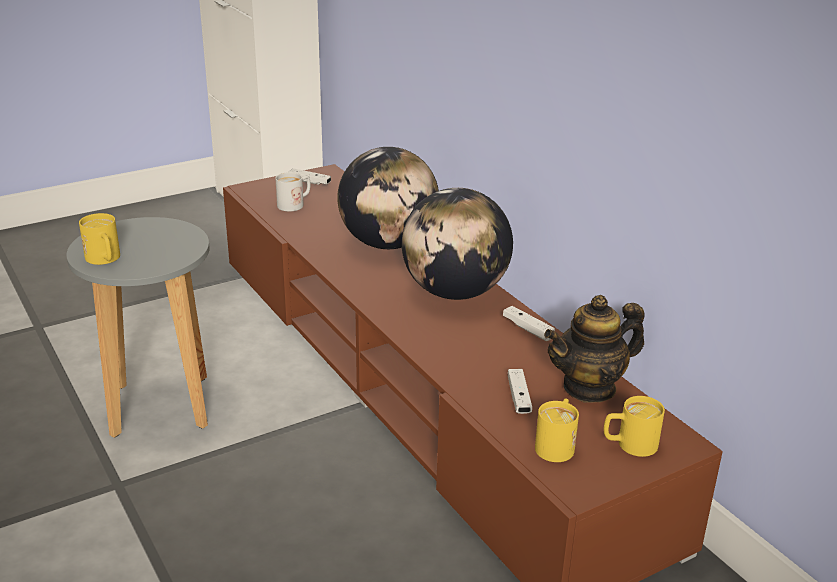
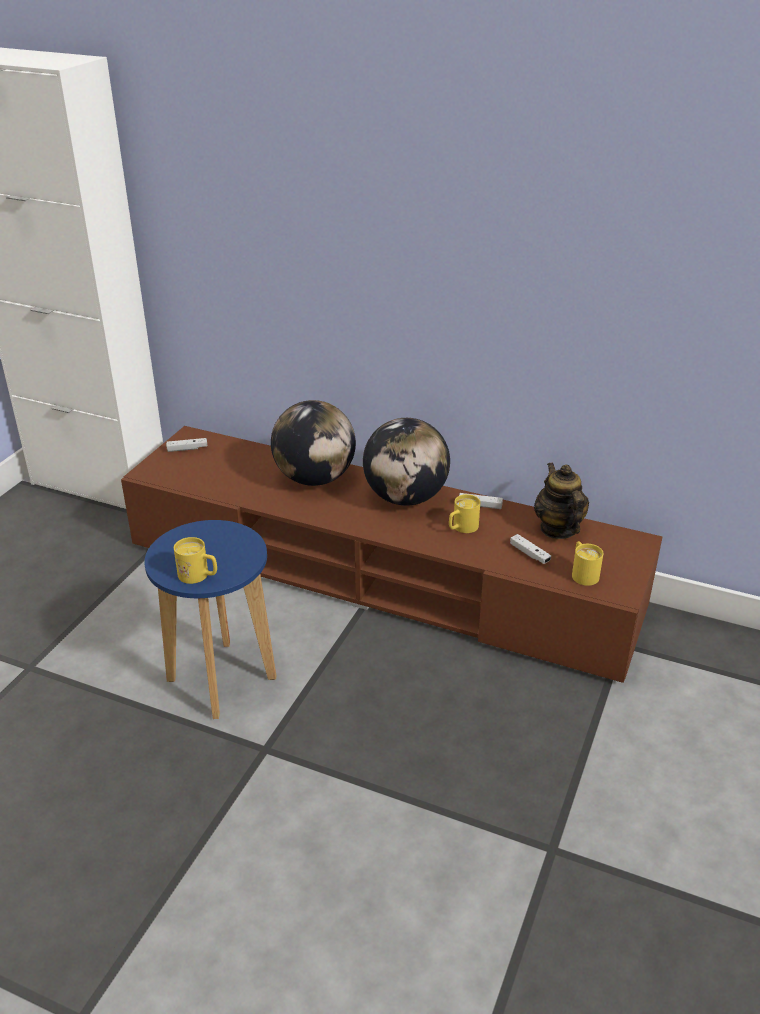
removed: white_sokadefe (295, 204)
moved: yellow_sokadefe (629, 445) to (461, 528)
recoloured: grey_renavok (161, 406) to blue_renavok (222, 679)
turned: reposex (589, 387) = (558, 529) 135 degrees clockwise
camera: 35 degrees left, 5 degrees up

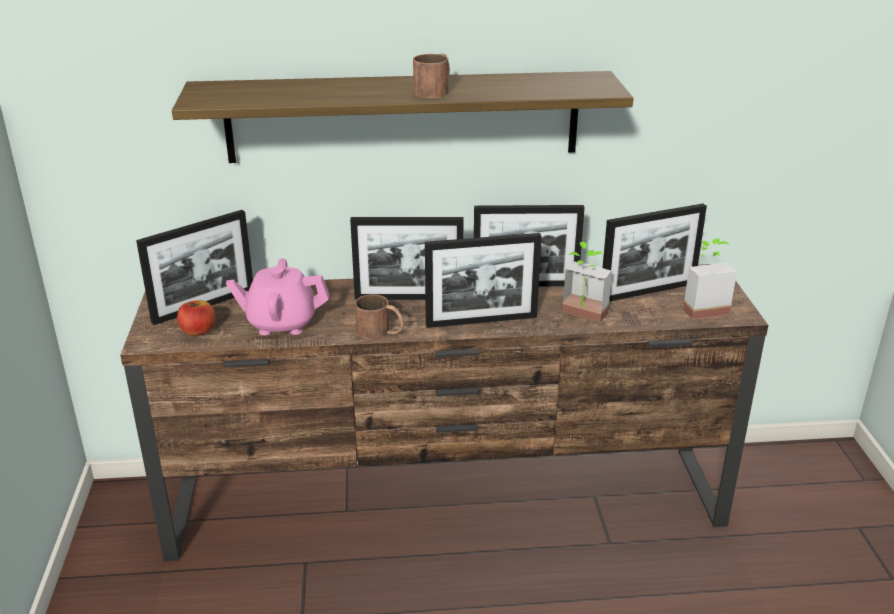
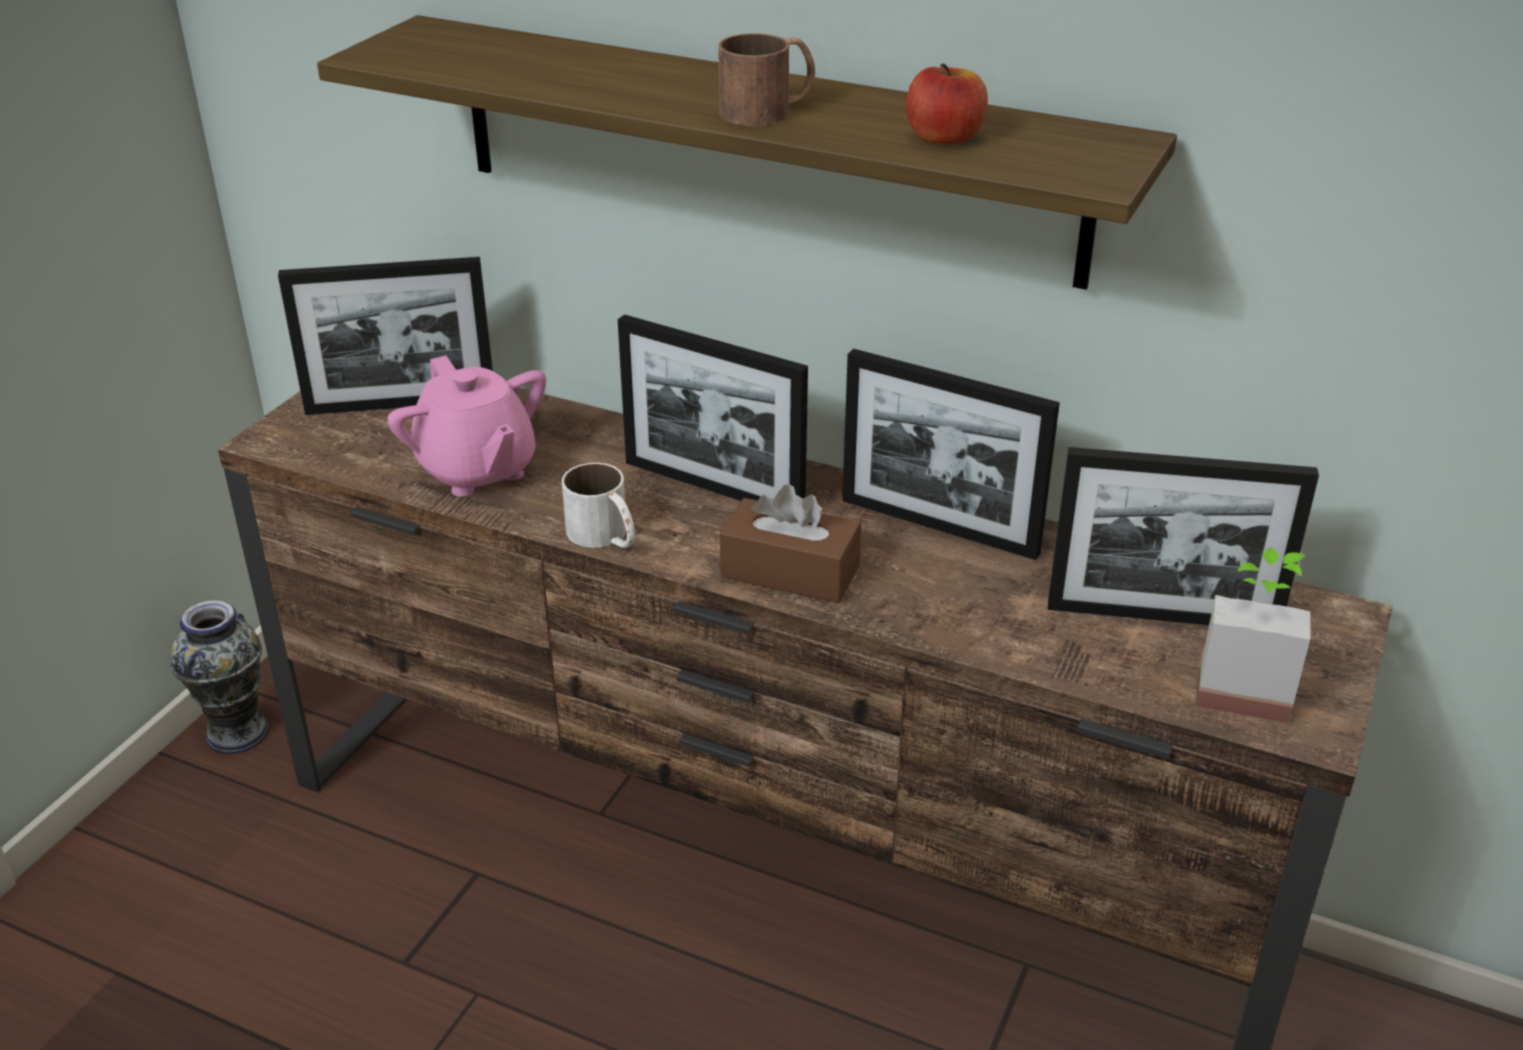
removed: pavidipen (581, 316)
added: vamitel (238, 733)
moved: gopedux (198, 331) to (944, 138)
replaced: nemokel (481, 321) to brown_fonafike (790, 571)
recoloured: brown_sokadefe (380, 332) to white_sokadefe (606, 536)
turned: pink_reposex (281, 323) = (477, 470) 150 degrees counterclockwise
camera: 30 degrees right, 5 degrees up

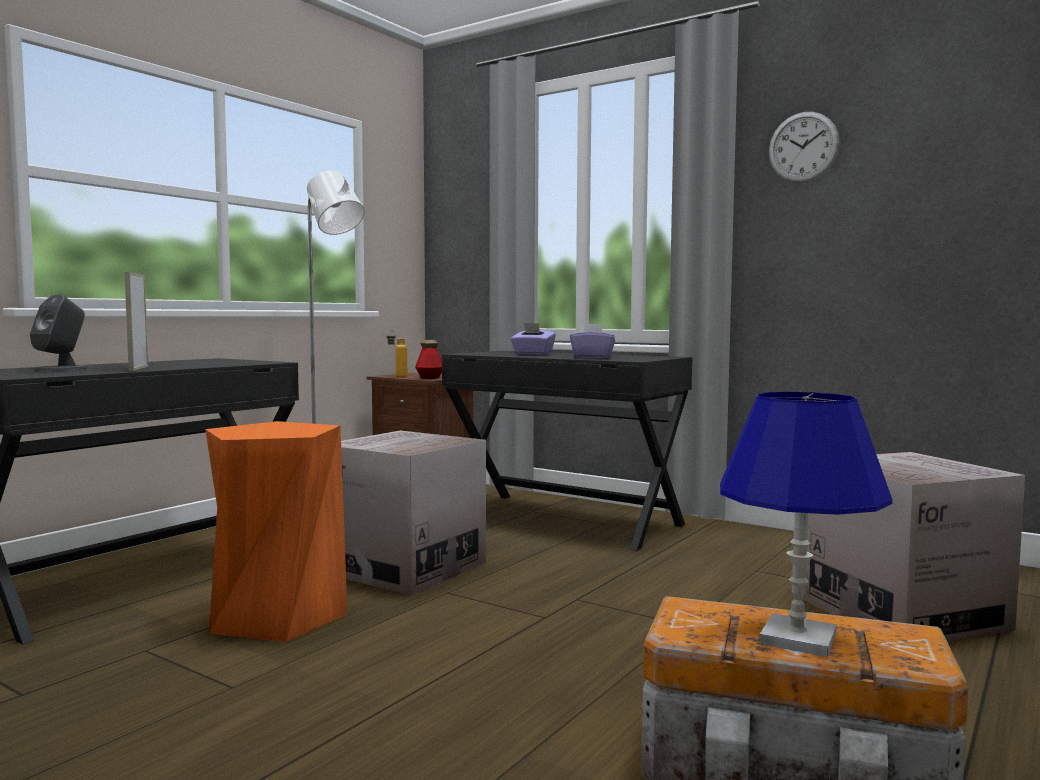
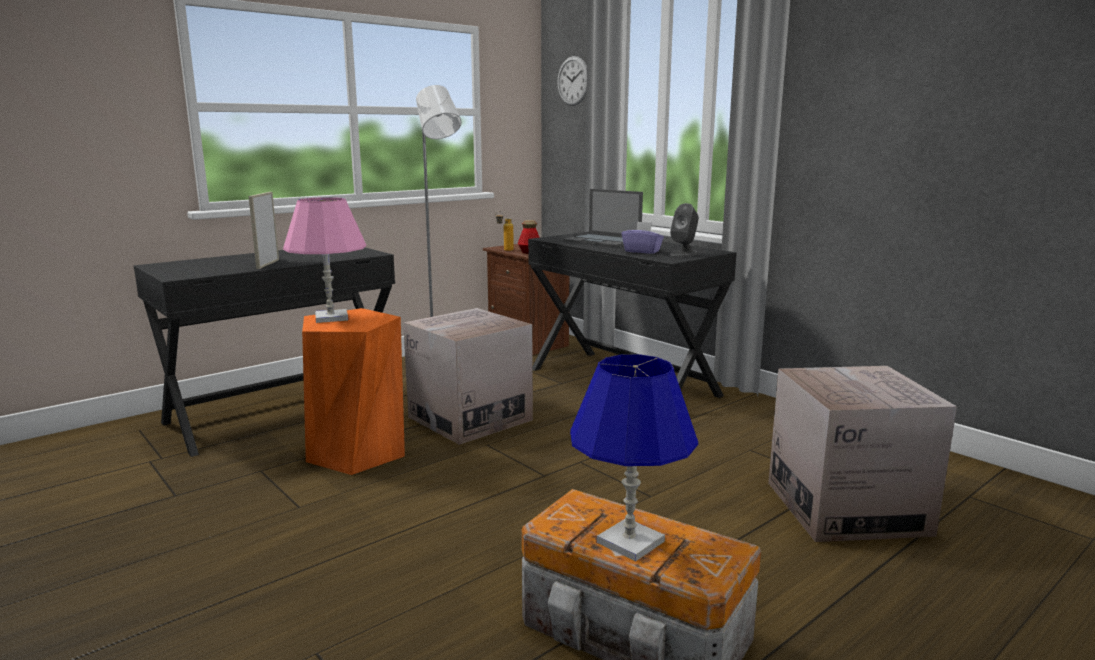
added: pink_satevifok (331, 318)
moved: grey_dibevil (61, 369) to (684, 254); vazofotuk (803, 147) to (573, 81)
replaced: purple_fonafike (532, 354) to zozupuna (603, 241)
camera: 15 degrees right, 10 degrees up

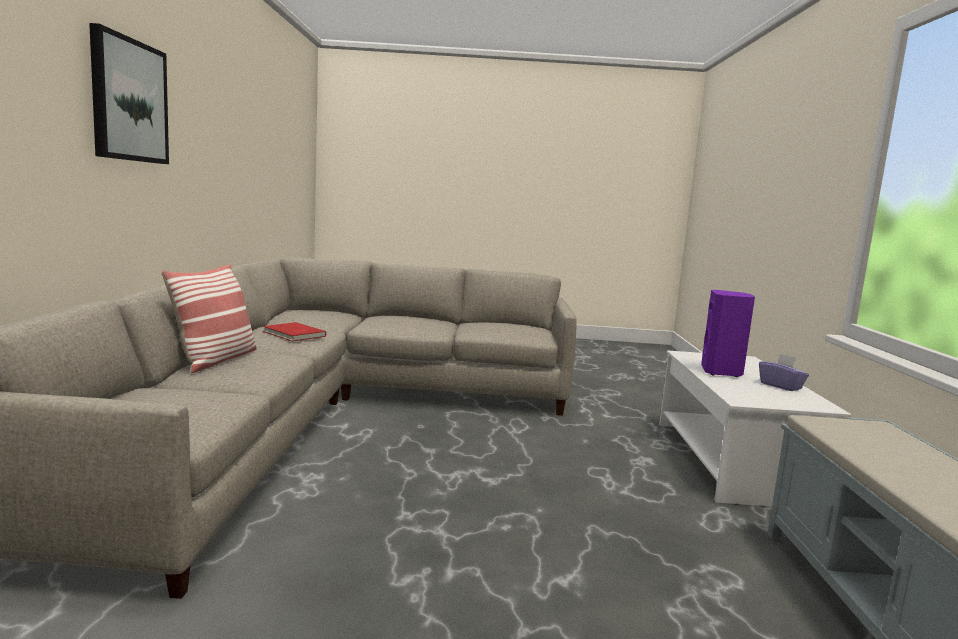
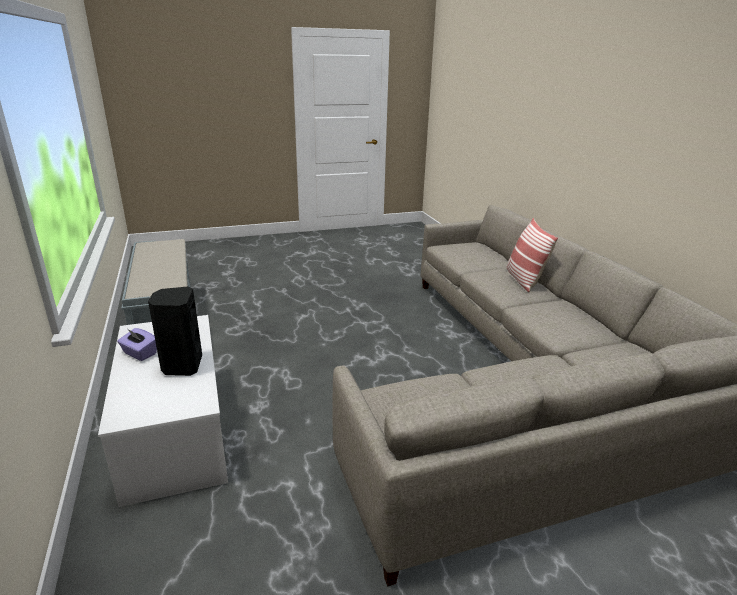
removed: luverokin (128, 100); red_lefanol (293, 334)
recoloured: purple_dibevil (722, 372) to black_dibevil (181, 366)
camera: 160 degrees right, 15 degrees up

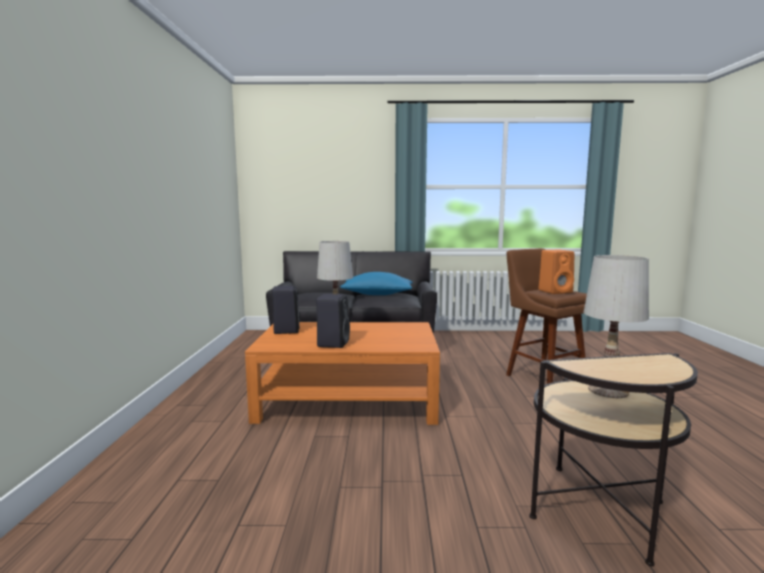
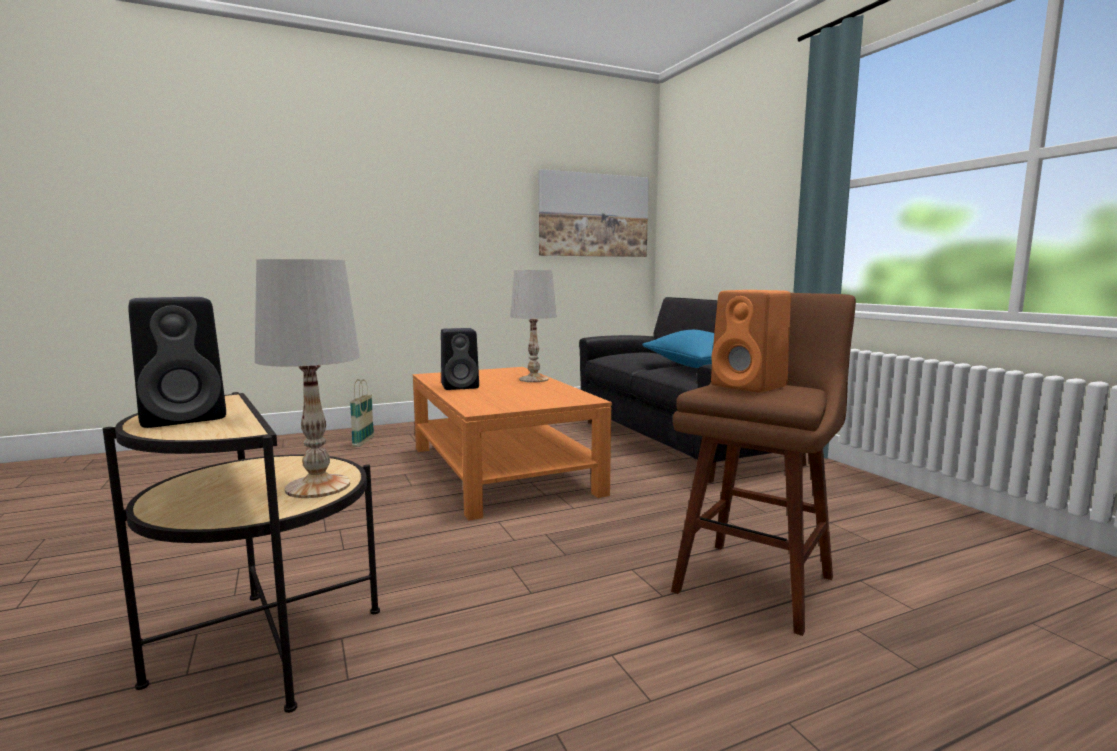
added: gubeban (363, 442); luverokin (593, 215)
moved: black_dibevil (286, 330) to (186, 417)
camera: 65 degrees right, 0 degrees up

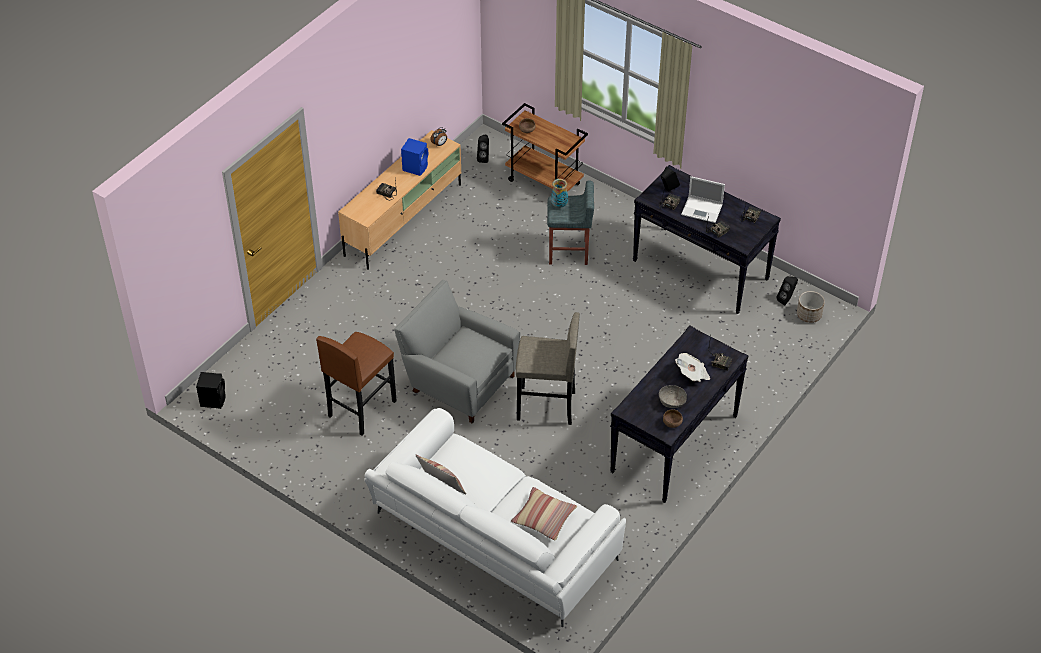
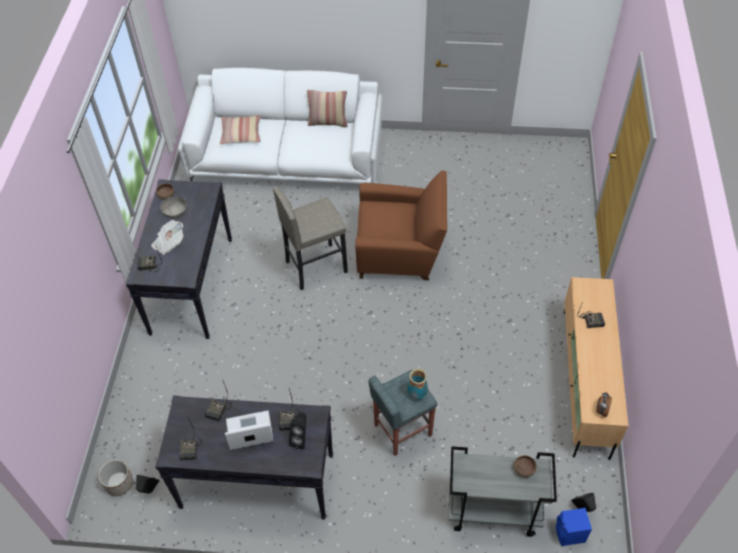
removed: black_dibevil (213, 399); brown_renavok (361, 408)
moved: blue_dibevil (415, 167) to (570, 535)
recoloured: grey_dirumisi (458, 381) to brown_dirumisi (400, 252); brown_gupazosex (545, 182) to grey_gupazosex (492, 512)
camera: 150 degrees right, 5 degrees up

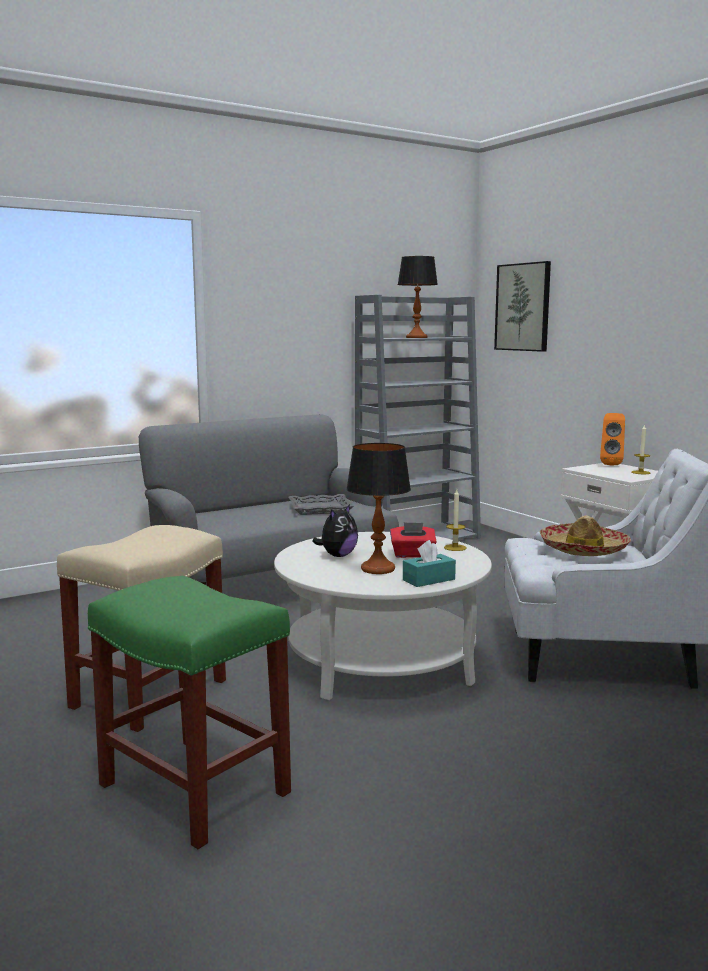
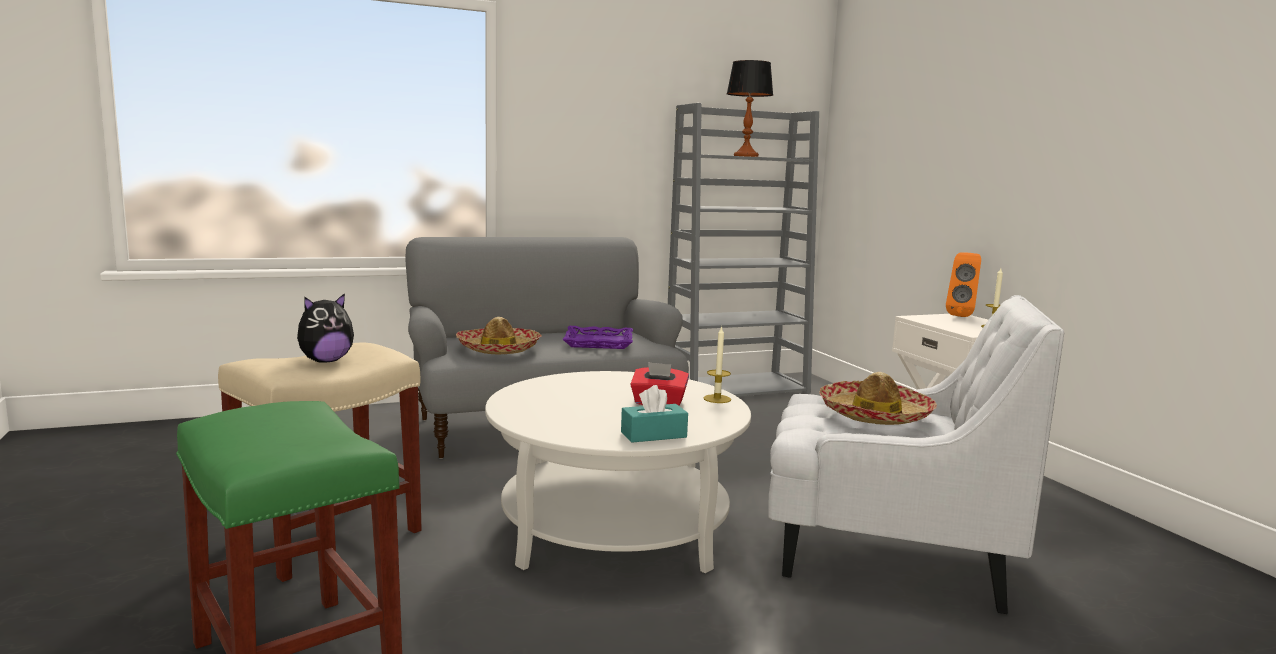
removed: satevifok (378, 569); luverokin (523, 307)
added: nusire (499, 349)
moved: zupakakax (337, 555) to (325, 361)
recoloured: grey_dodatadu (320, 509) to purple_dodatadu (598, 343)
camera: 10 degrees right, 0 degrees up

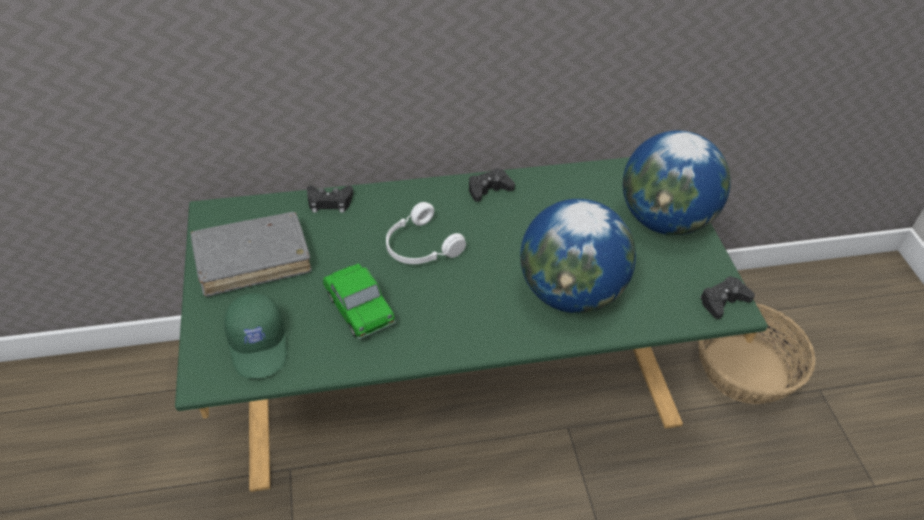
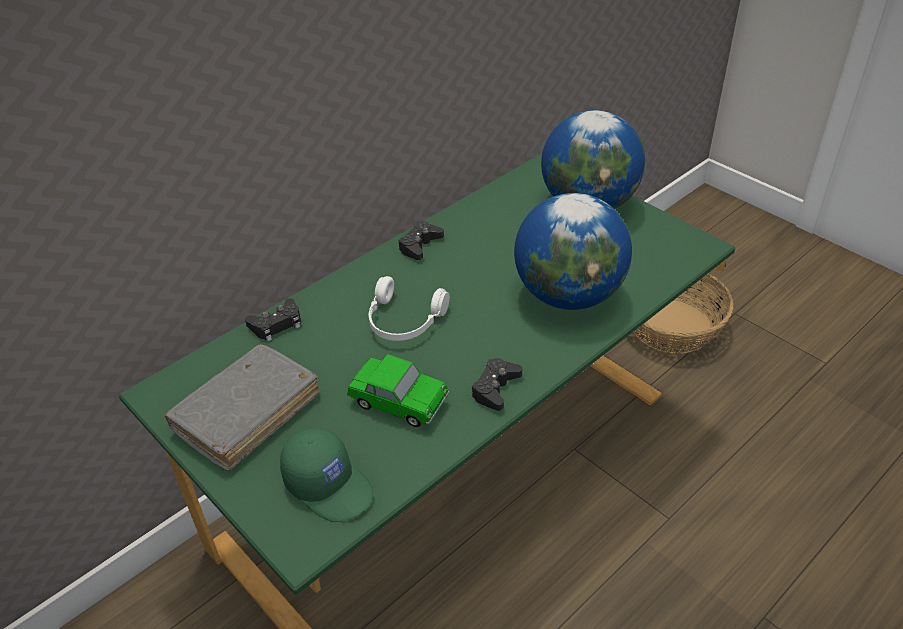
moved: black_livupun (723, 301) to (495, 388)
camera: 30 degrees left, 5 degrees down

